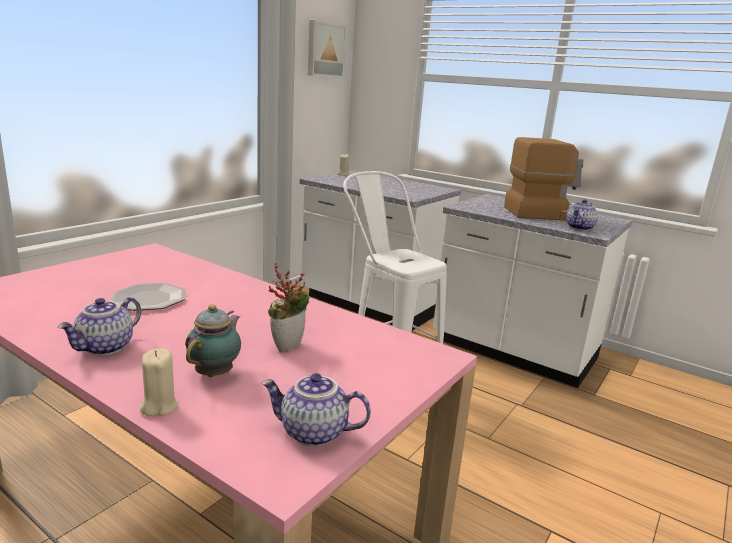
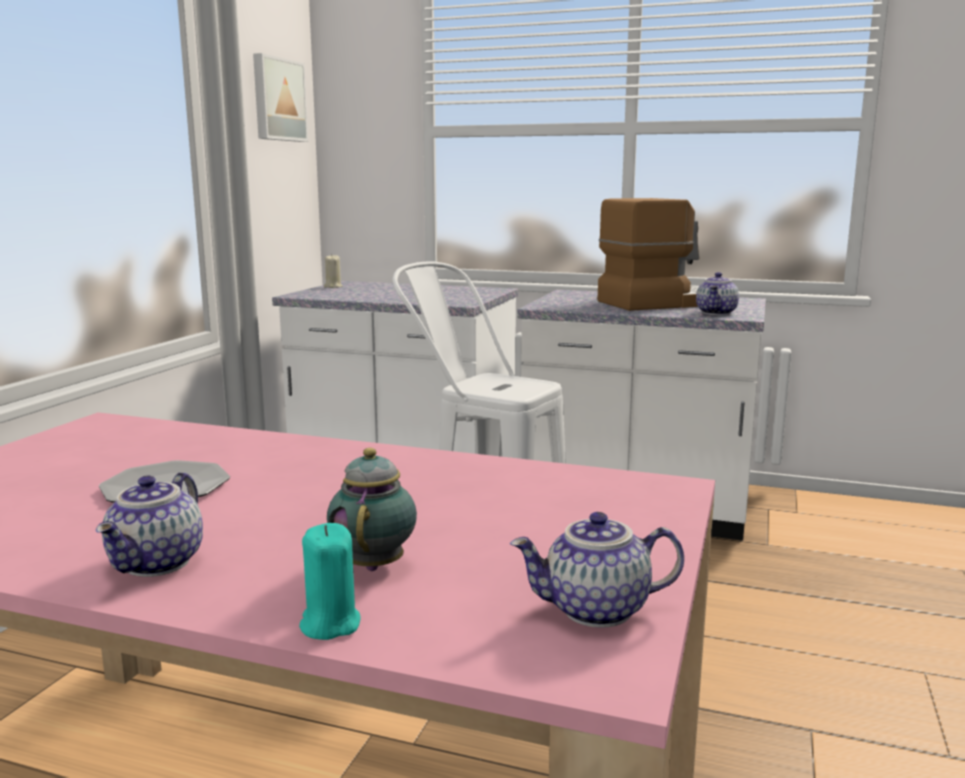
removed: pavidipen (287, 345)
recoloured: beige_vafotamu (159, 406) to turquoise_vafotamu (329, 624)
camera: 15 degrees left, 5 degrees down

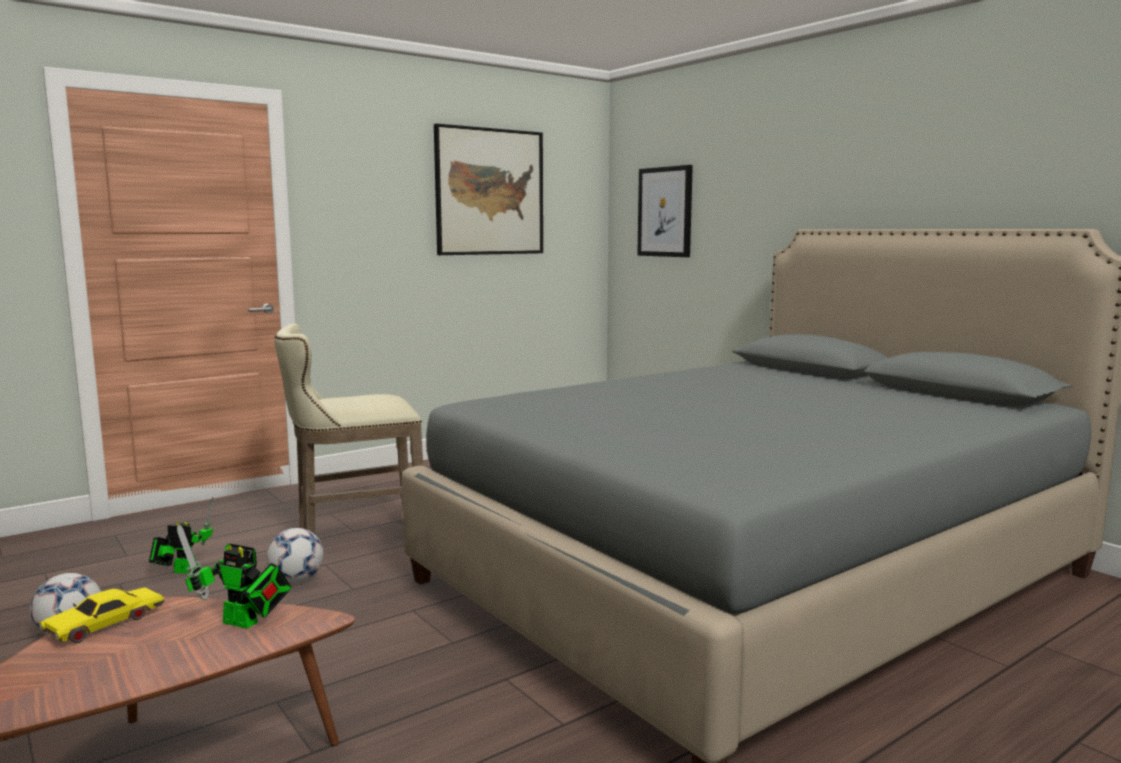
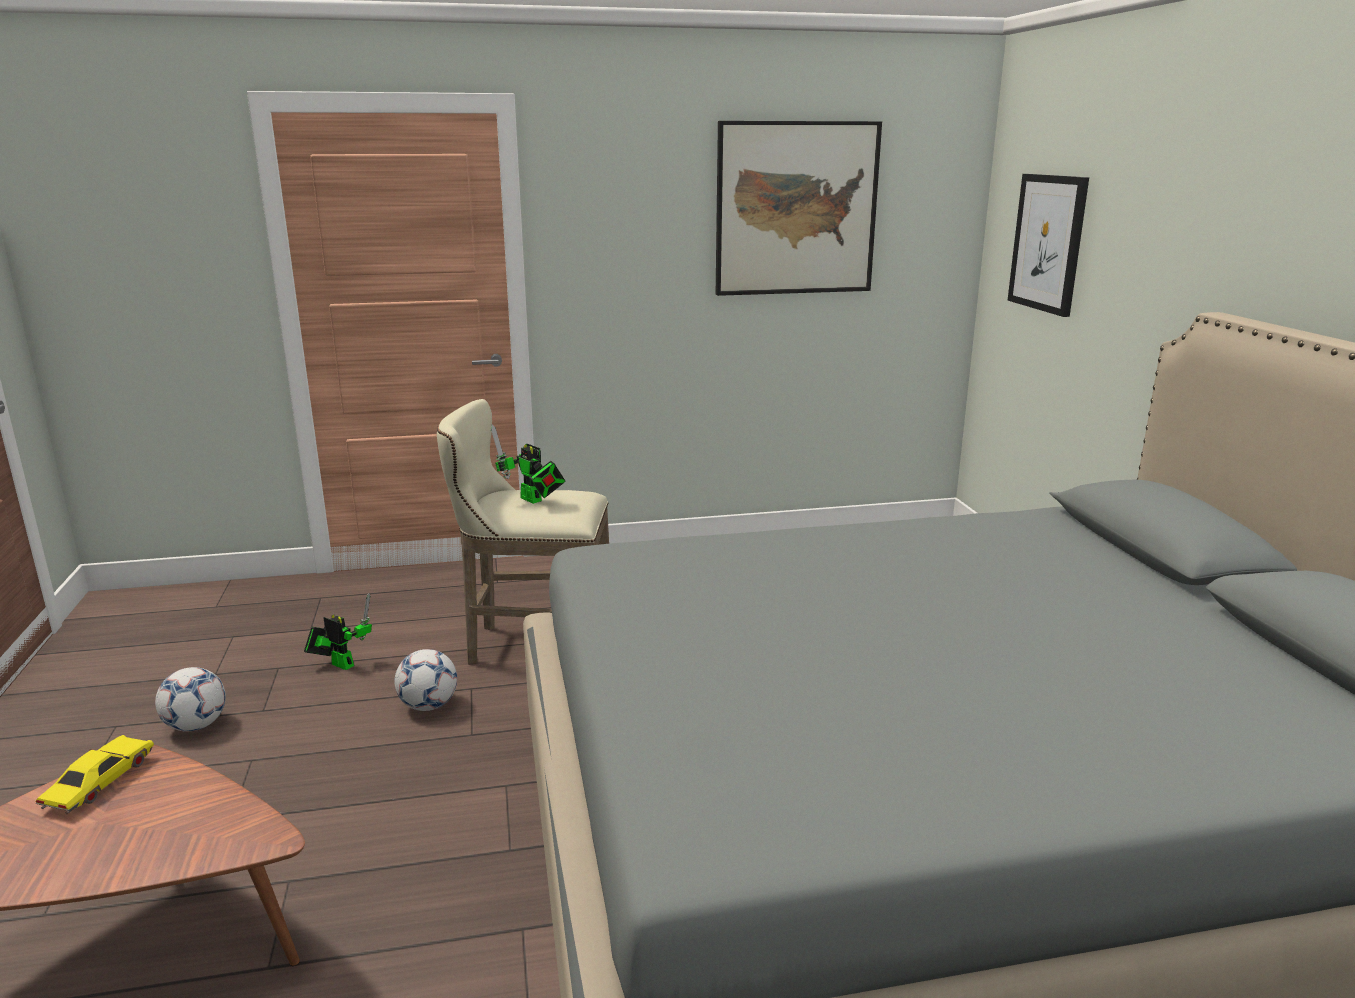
moved: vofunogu (245, 623) to (533, 500)
turned: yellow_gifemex (105, 624) = (99, 783) 135 degrees clockwise
camera: 25 degrees right, 10 degrees up

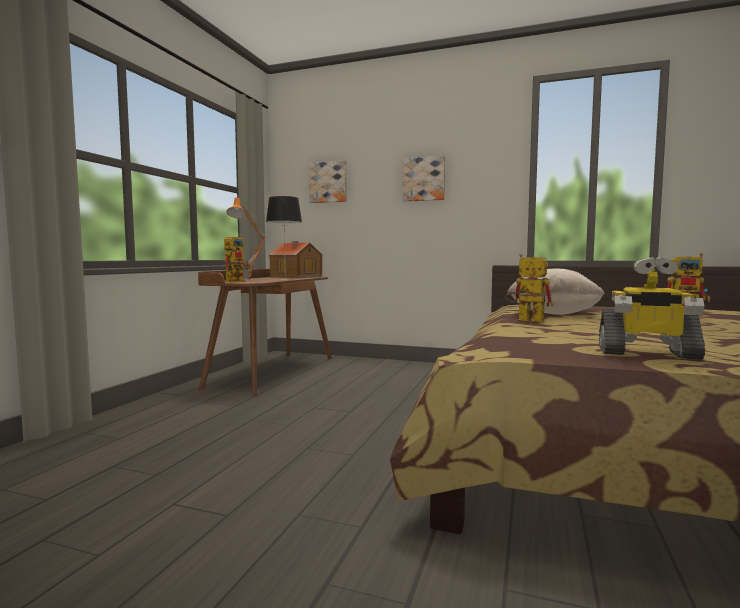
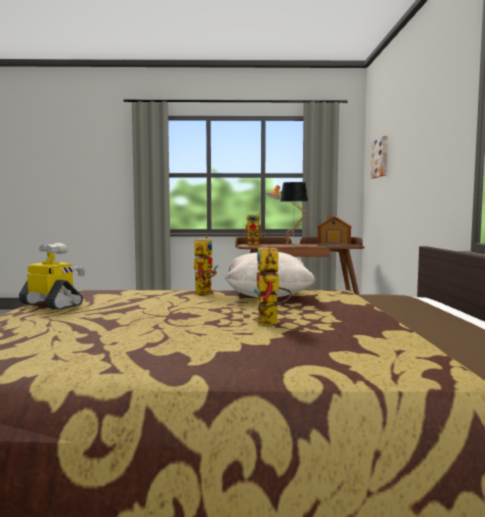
removed: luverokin (424, 179)
turned: vofunogu (646, 353) = (52, 304) 120 degrees clockwise
camera: 70 degrees right, 0 degrees up

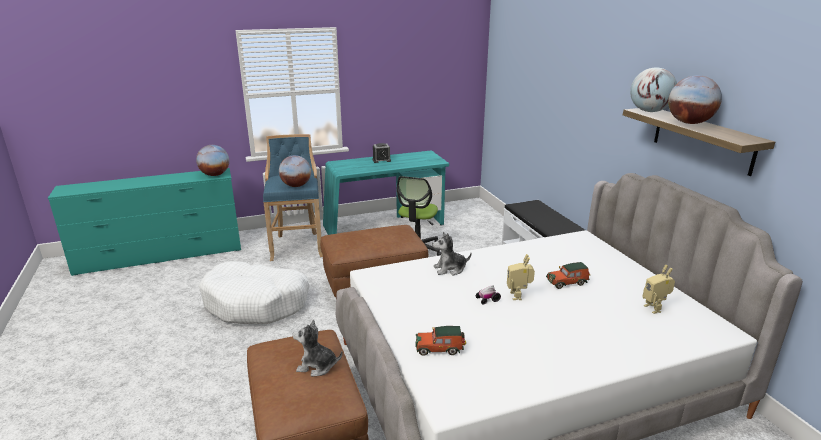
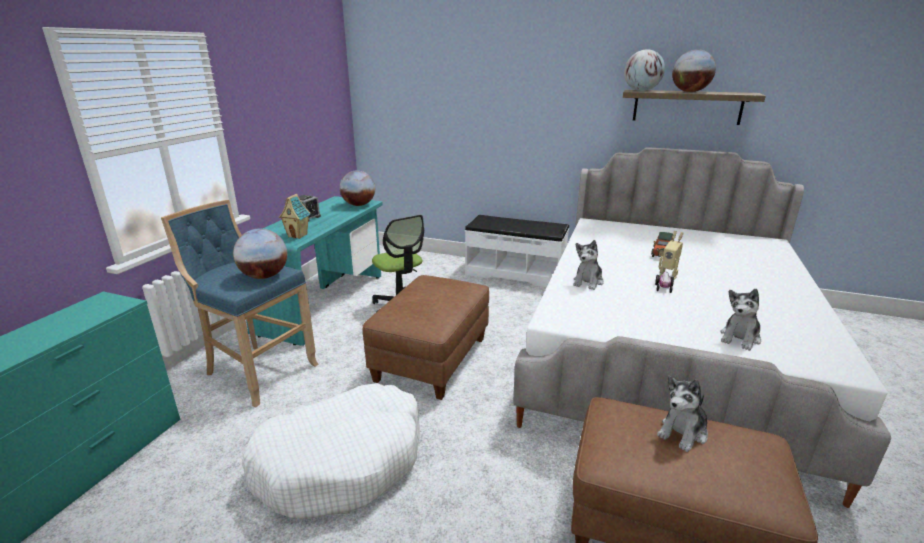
removed: vofunogu (654, 308)
added: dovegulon (298, 235)
moved: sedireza (215, 175) to (359, 205)
replaced: gifemex (440, 348) to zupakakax (740, 338)
camera: 50 degrees left, 0 degrees up

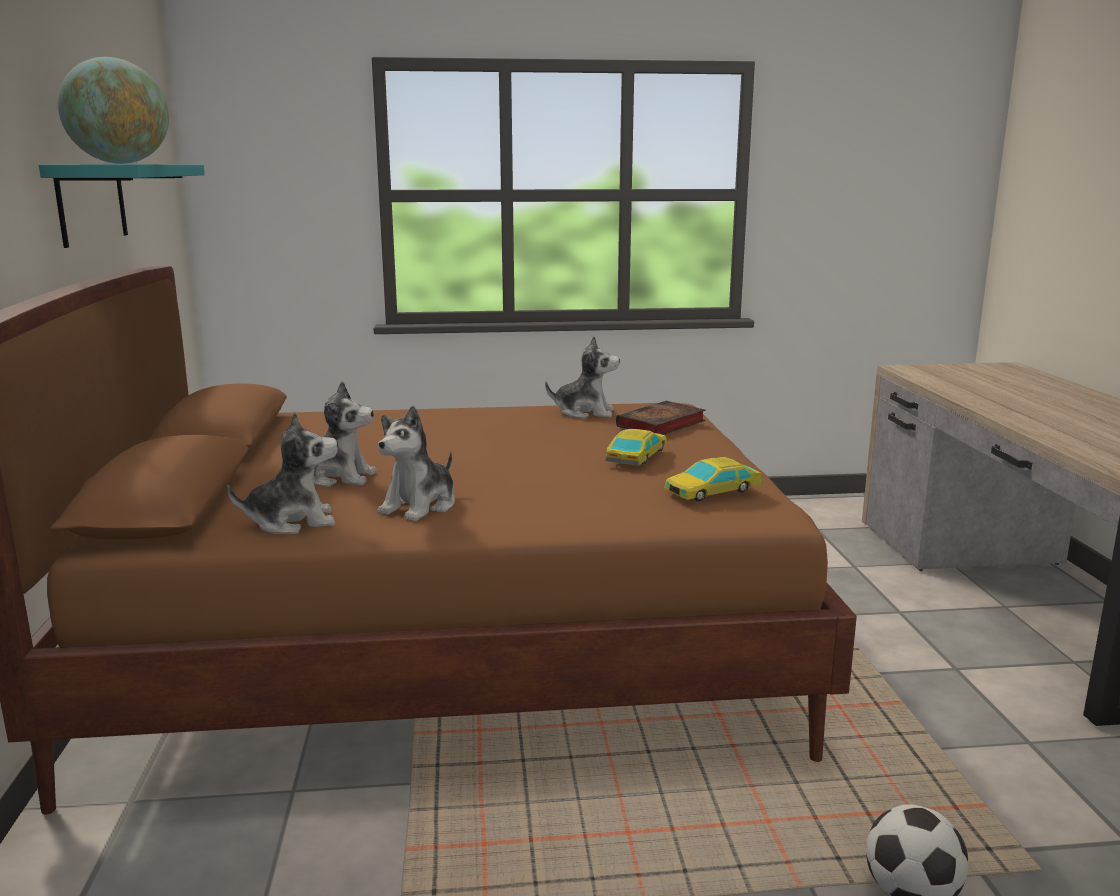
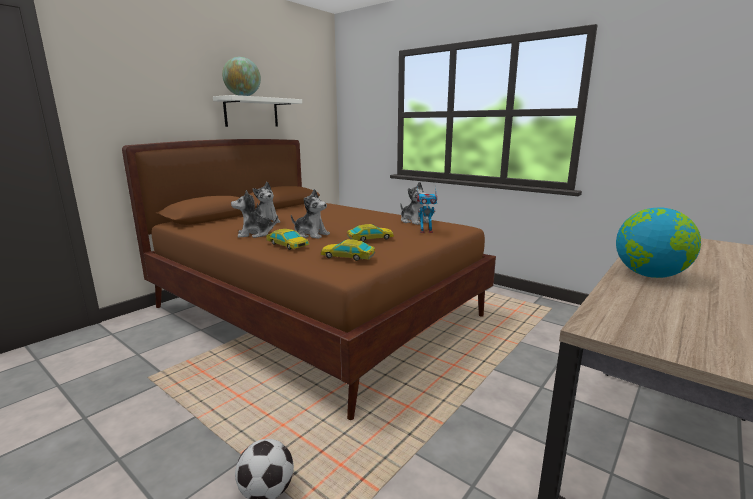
added: gifemex (287, 244); sedireza (650, 275)
moved: zupakakax (292, 522) to (311, 234)
replaced: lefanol (660, 425) to vofunogu (426, 231)
recoloured: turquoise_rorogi (92, 203) to white_rorogi (251, 112)
camera: 45 degrees right, 0 degrees up

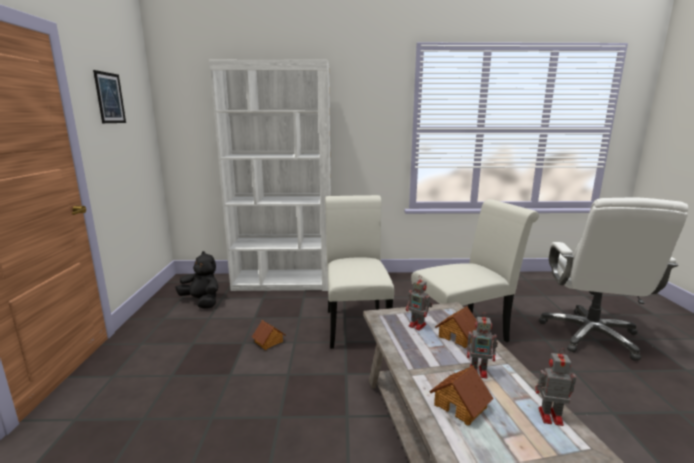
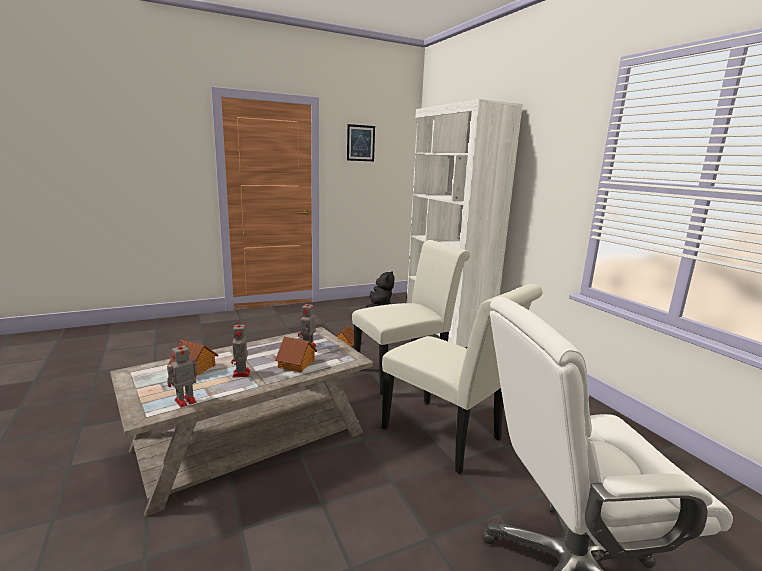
turned: vofunogu (549, 416) = (184, 401) 120 degrees counterclockwise
camera: 65 degrees right, 0 degrees up

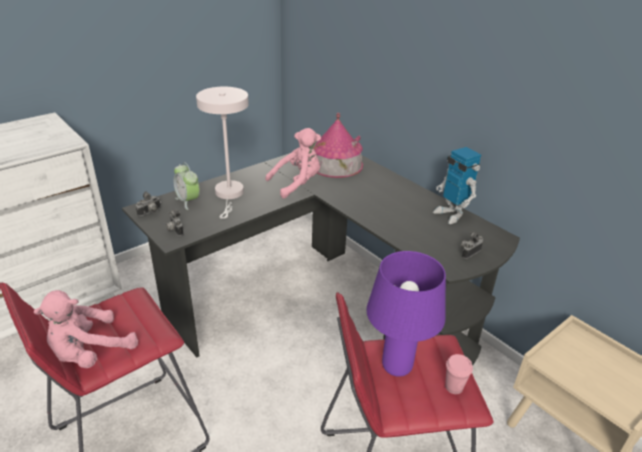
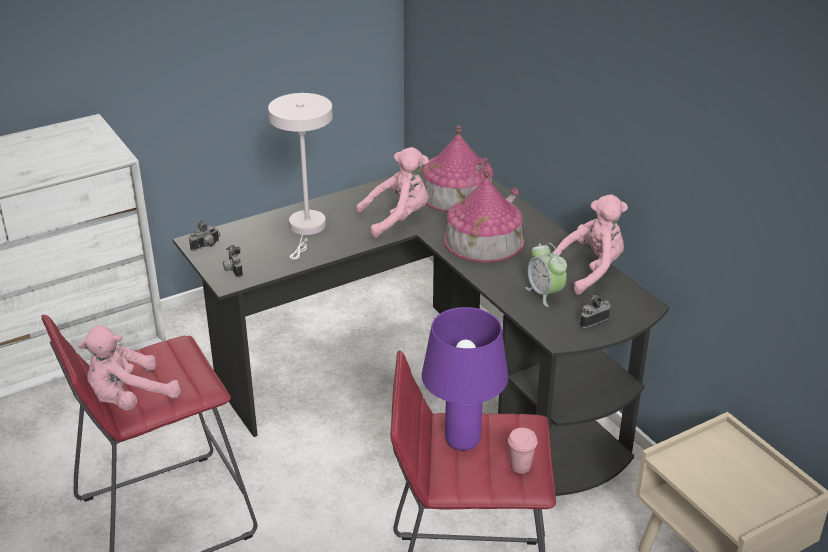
added: dovegulon (483, 240)
moved: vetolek (188, 201) to (545, 294)
replaced: vofunogu (451, 214) to pink_zupakakax (590, 271)
camera: 10 degrees right, 0 degrees up

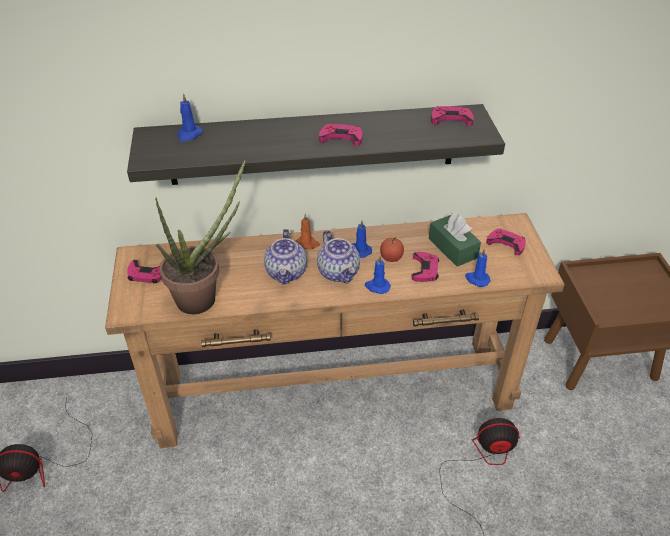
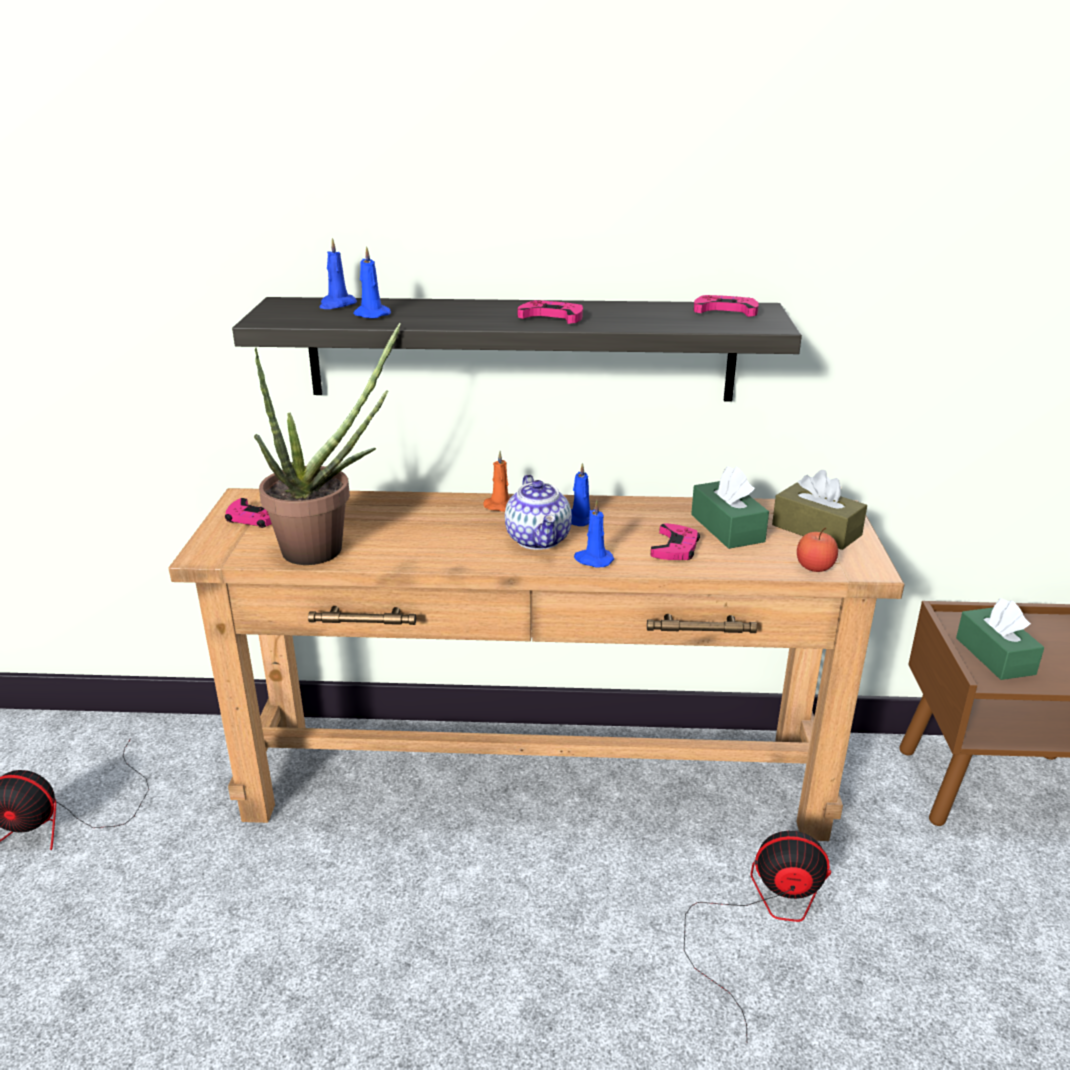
removed: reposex (287, 273)
added: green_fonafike (995, 656)
moved: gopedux (391, 257) to (814, 567); blue_vafotamu (477, 279) to (370, 314)
replaced: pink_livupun (506, 243) to brown_fonafike (816, 530)
camera: 10 degrees right, 15 degrees down

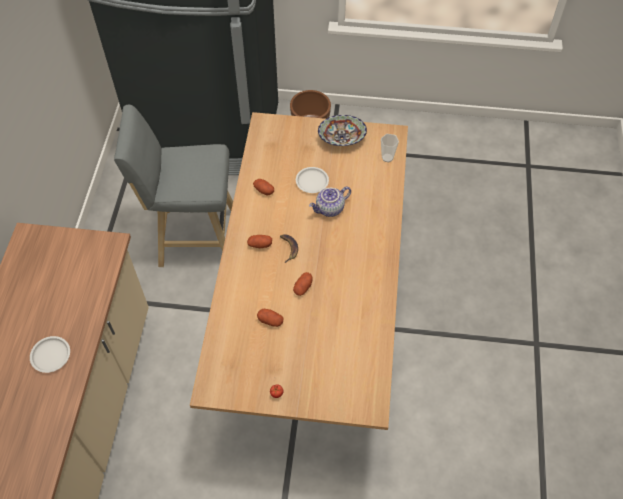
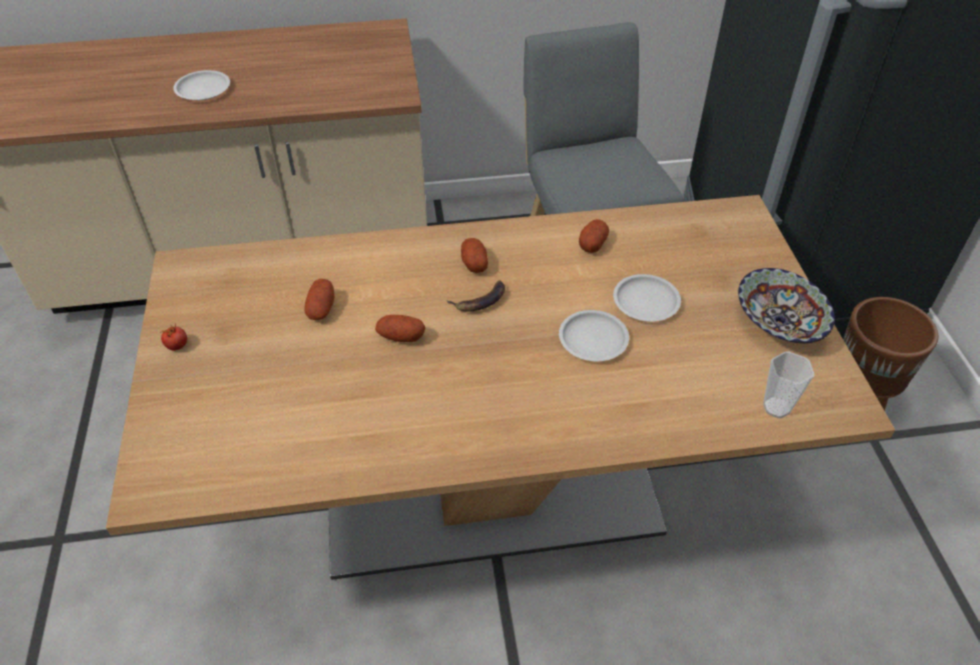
replaced: reposex (330, 209) to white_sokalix (593, 340)
camera: 75 degrees right, 10 degrees down

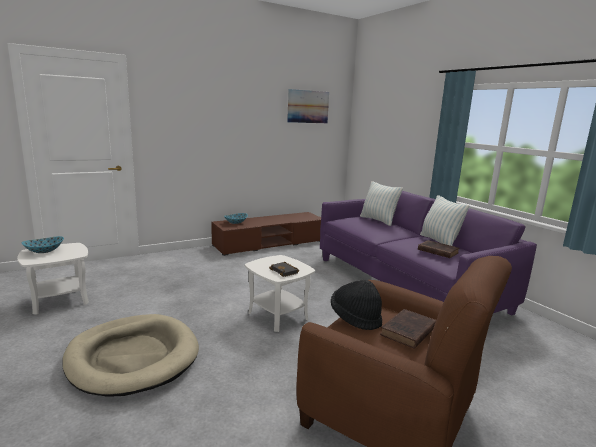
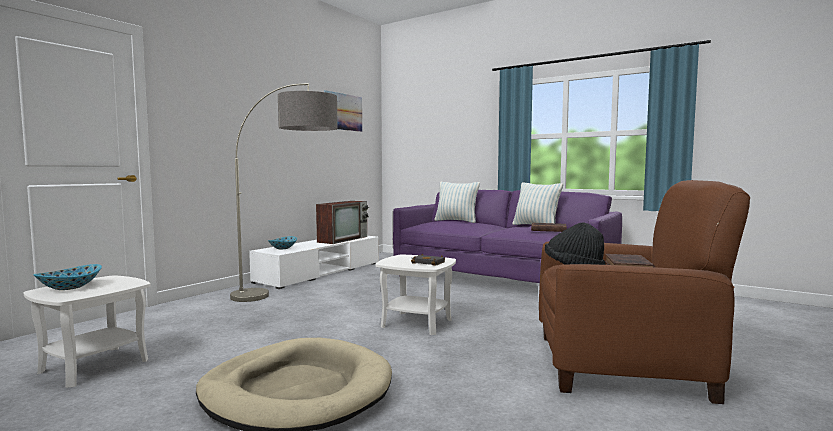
added: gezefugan (291, 299); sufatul (343, 239)
recoloured: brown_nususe (269, 243) to white_nususe (320, 272)
camera: 25 degrees left, 10 degrees down

